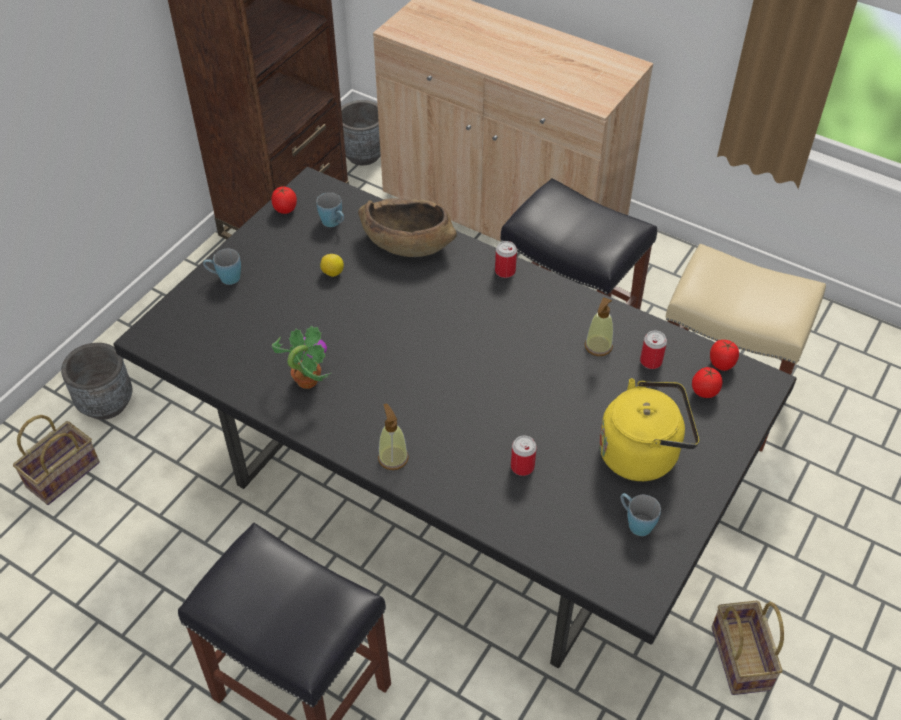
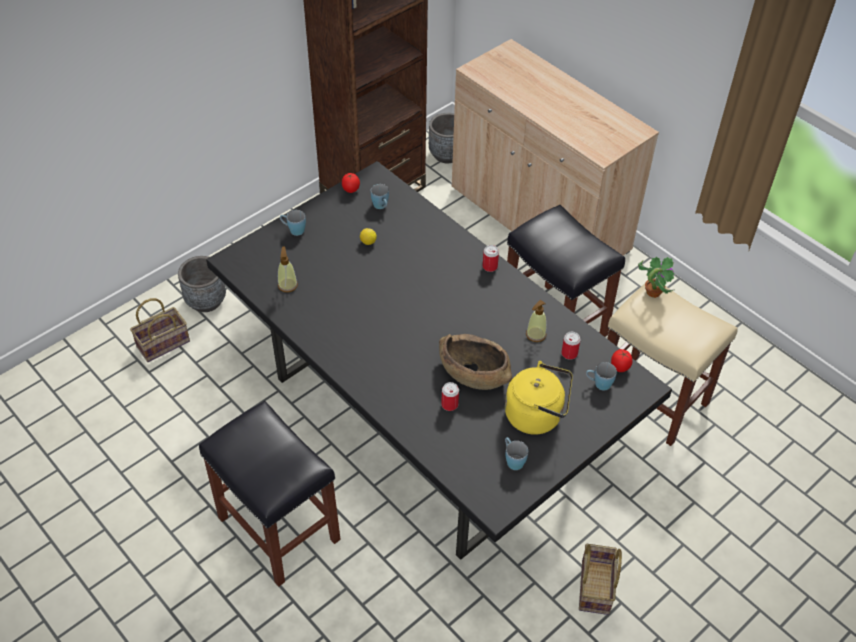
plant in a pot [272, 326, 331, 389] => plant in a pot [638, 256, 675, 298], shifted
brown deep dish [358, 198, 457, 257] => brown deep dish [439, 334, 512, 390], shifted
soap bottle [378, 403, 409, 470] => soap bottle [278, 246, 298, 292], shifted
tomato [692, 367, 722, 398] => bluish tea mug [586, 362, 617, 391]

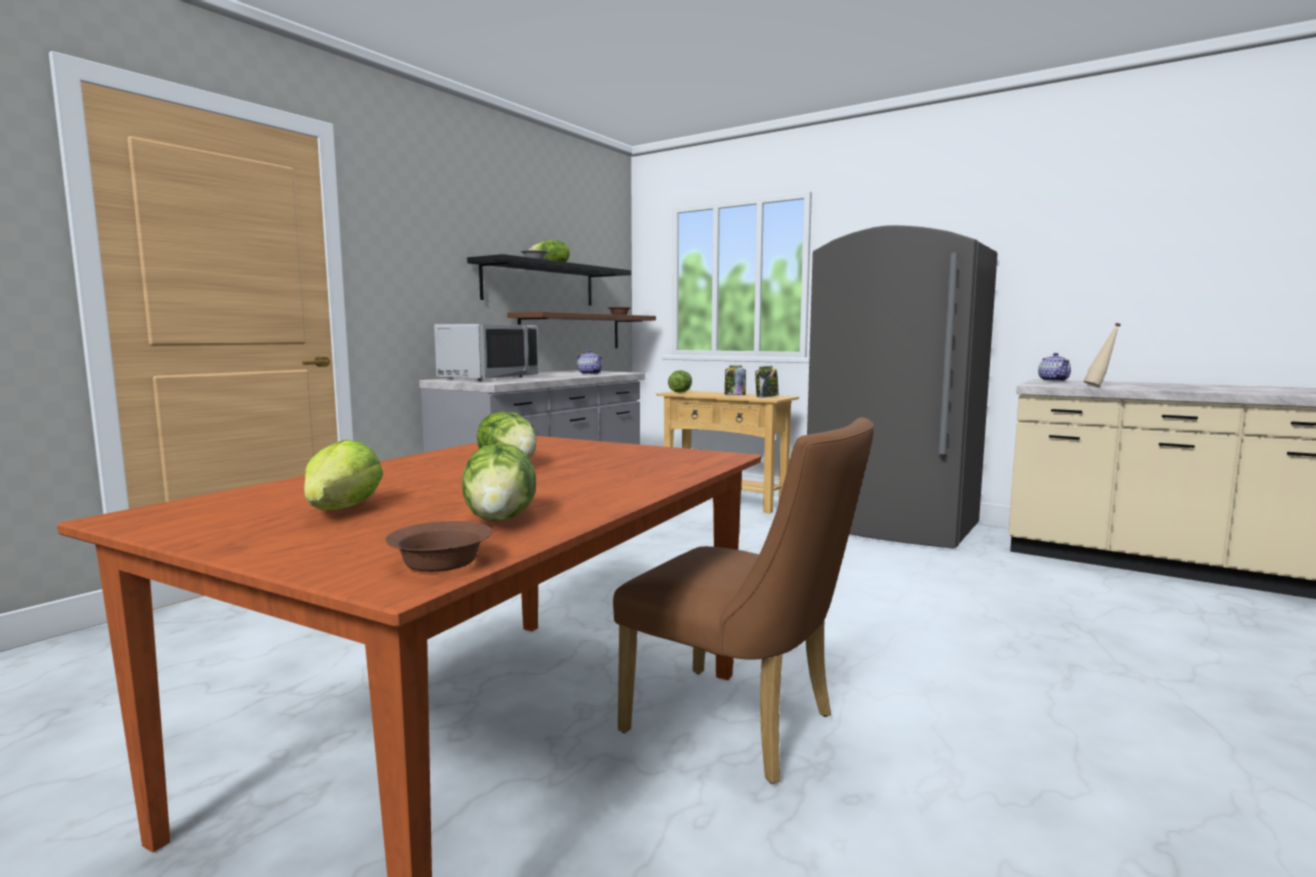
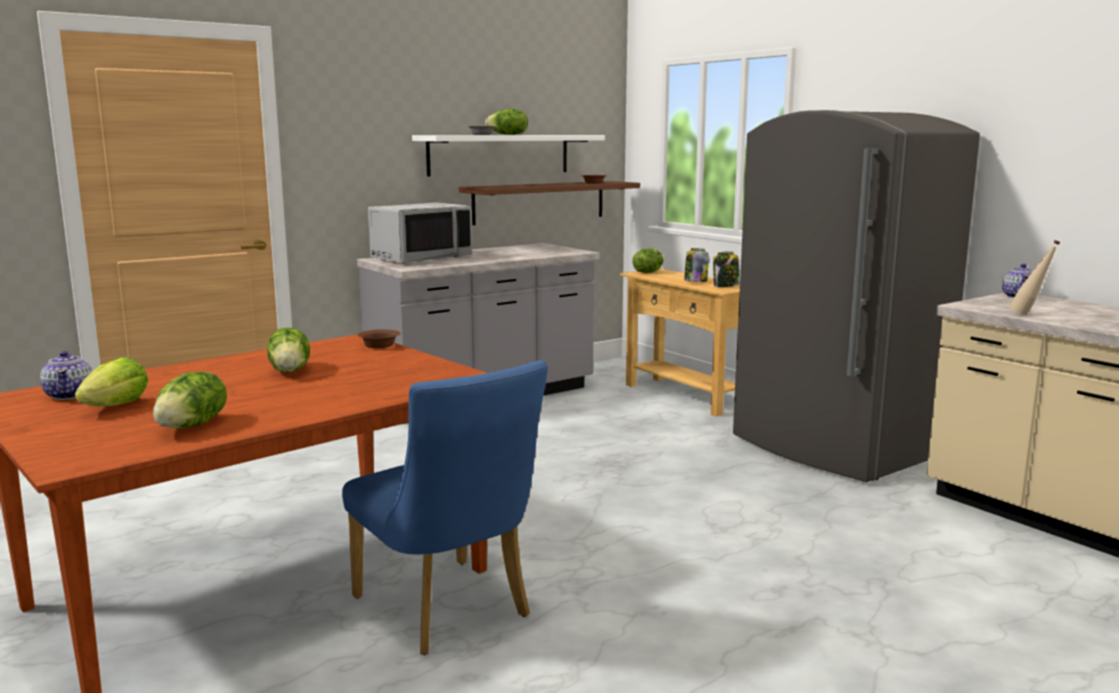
brown deep dish [385, 521, 492, 572] => brown deep dish [358, 329, 400, 348], shifted
tea pot [577, 350, 603, 375] => tea pot [40, 351, 93, 400], shifted
black shelf [467, 254, 631, 306] => whitish shelf [412, 135, 605, 176]
brown chair [613, 417, 874, 784] => bluish chair [342, 360, 548, 655]

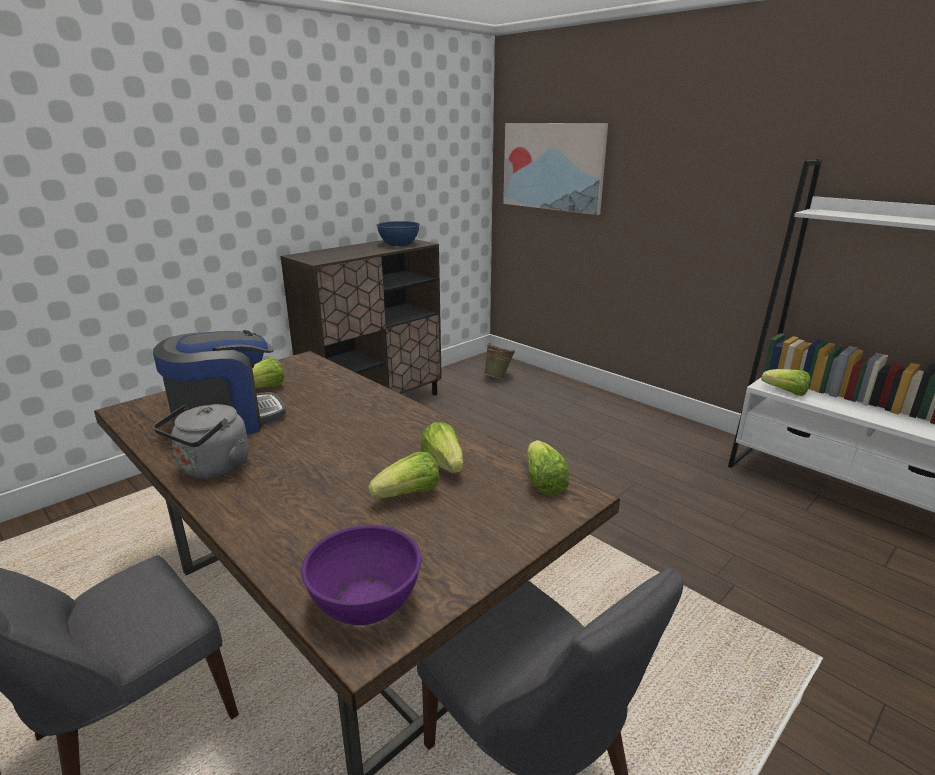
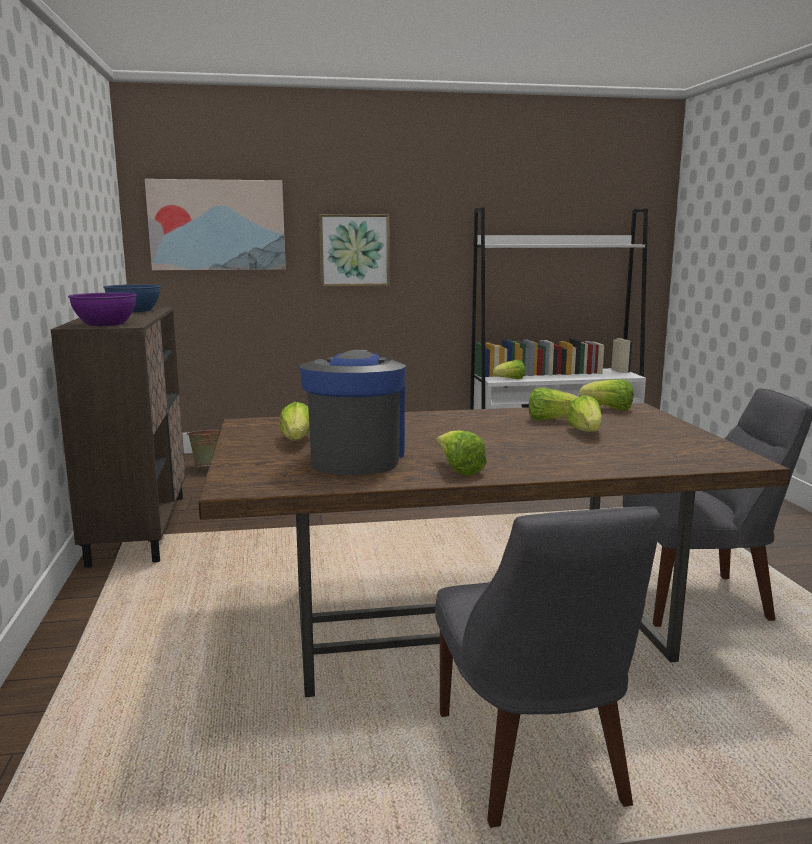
nothing => wall picture [319, 214, 390, 287]
purplish deep dish [301, 525, 421, 625] => purplish deep dish [68, 293, 137, 326], shifted
grey water kettle [153, 404, 249, 479] => head of lettuce [436, 430, 487, 475]

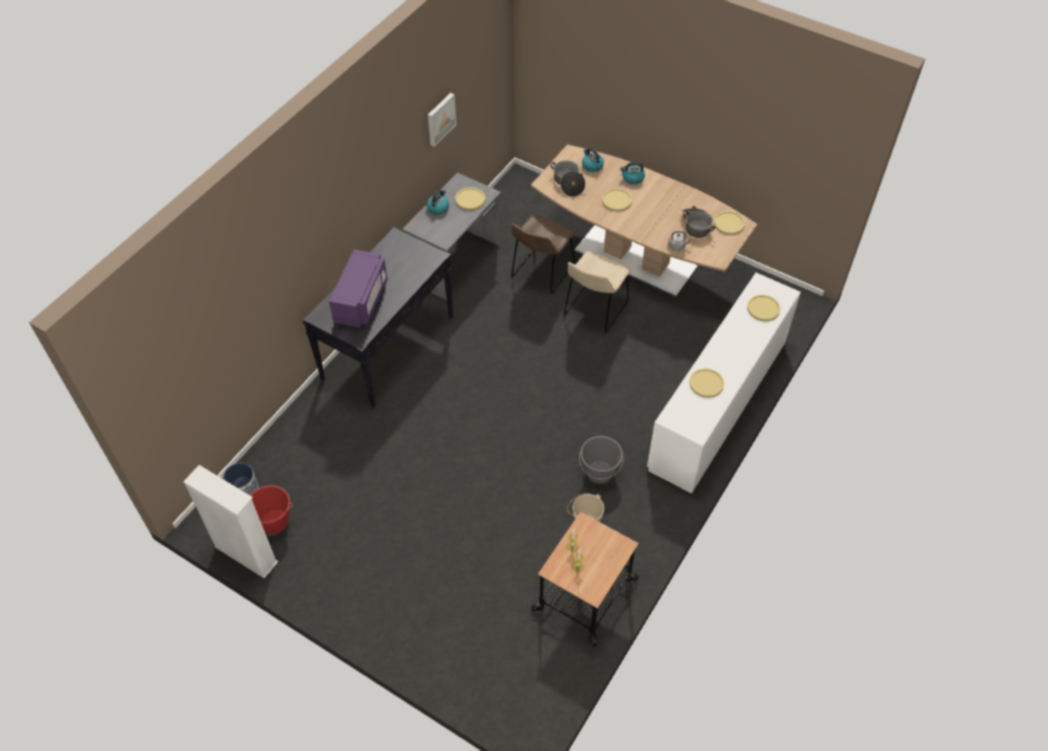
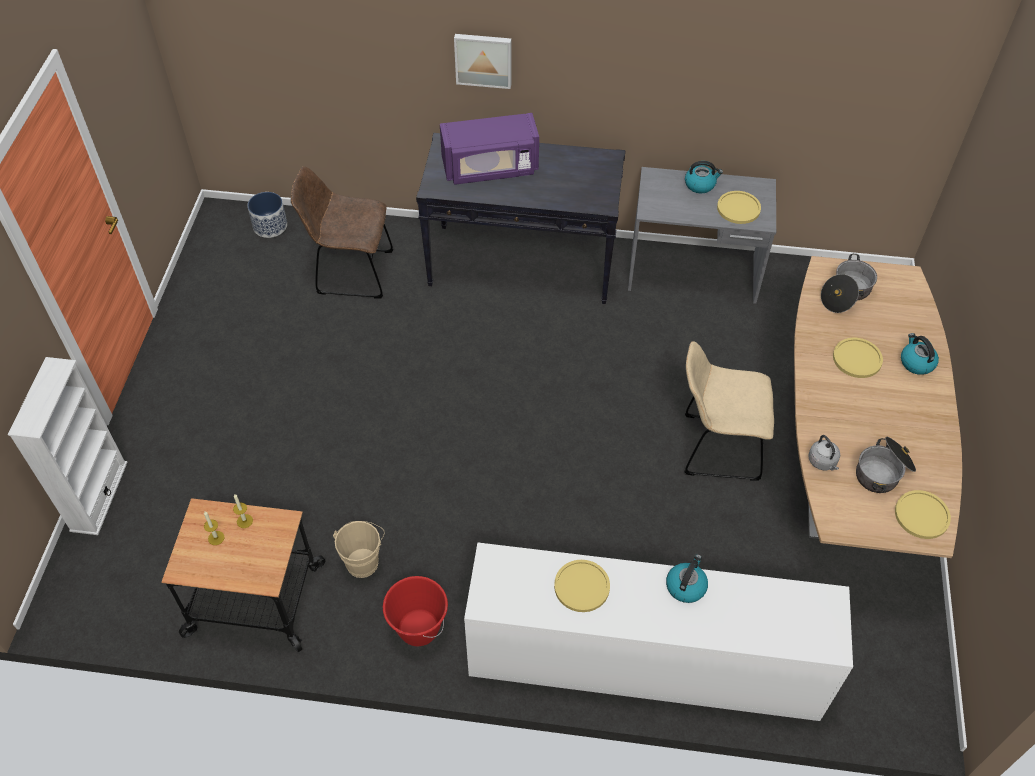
grey bucket [579, 436, 624, 483] => nothing
yellow-coloured dinner plate [747, 295, 780, 321] => nothing
whitish bookcase [183, 465, 278, 578] => whitish bookcase [8, 357, 128, 535], shifted
reddish bucket [250, 485, 293, 534] => reddish bucket [383, 576, 448, 646], shifted
wall picture [428, 93, 456, 147] => wall picture [454, 34, 511, 89], shifted
brown chair [511, 214, 576, 294] => brown chair [291, 166, 393, 299], shifted
water kettle [582, 148, 604, 172] => water kettle [666, 554, 708, 603], shifted

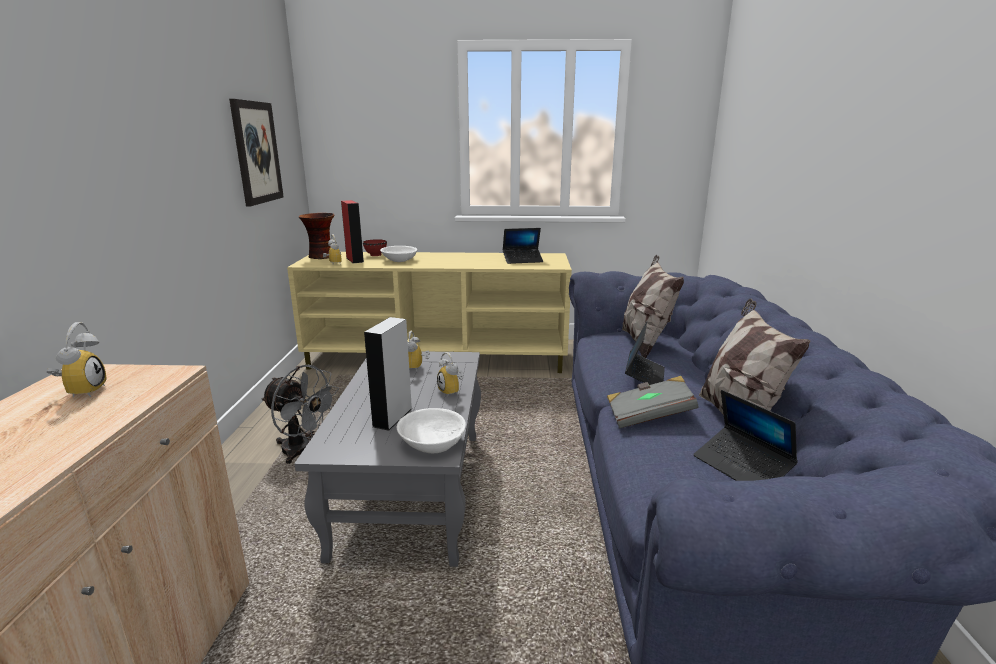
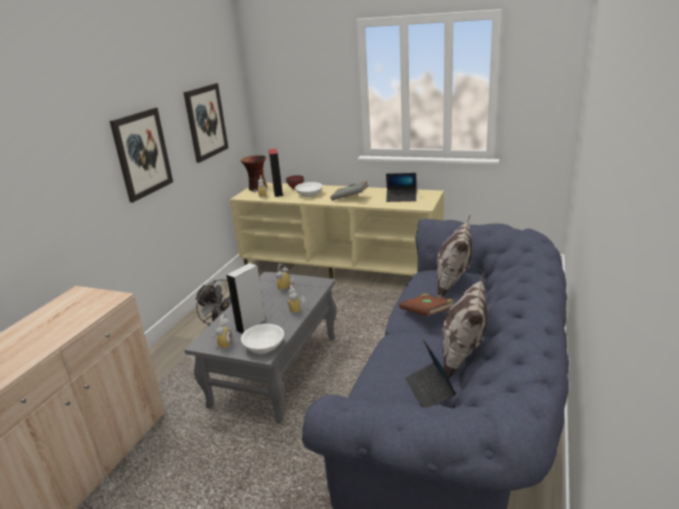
nothing => wall picture [110, 107, 173, 203]
bedside clock [46, 322, 107, 397] => bedside clock [211, 314, 233, 349], shifted
grey bound book [607, 376, 699, 429] => grey bound book [330, 181, 369, 201], shifted
laptop [625, 321, 665, 385] => brown bound book [399, 293, 454, 316]

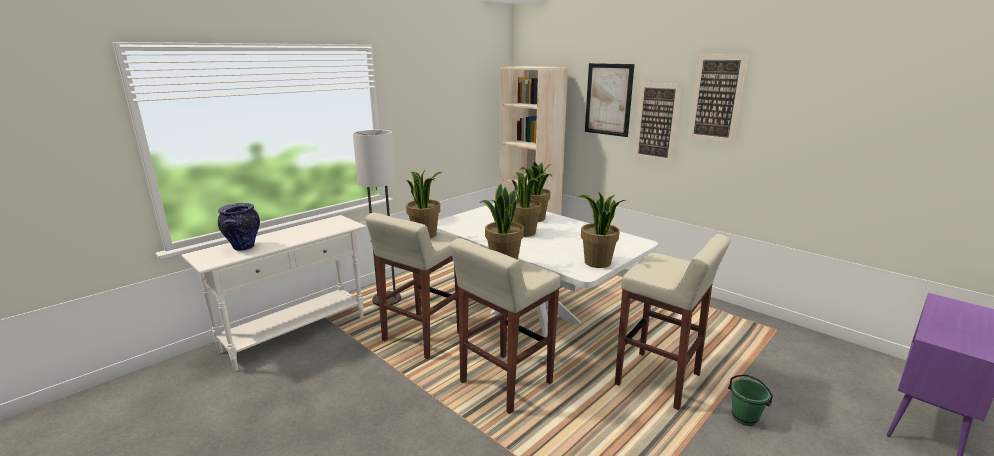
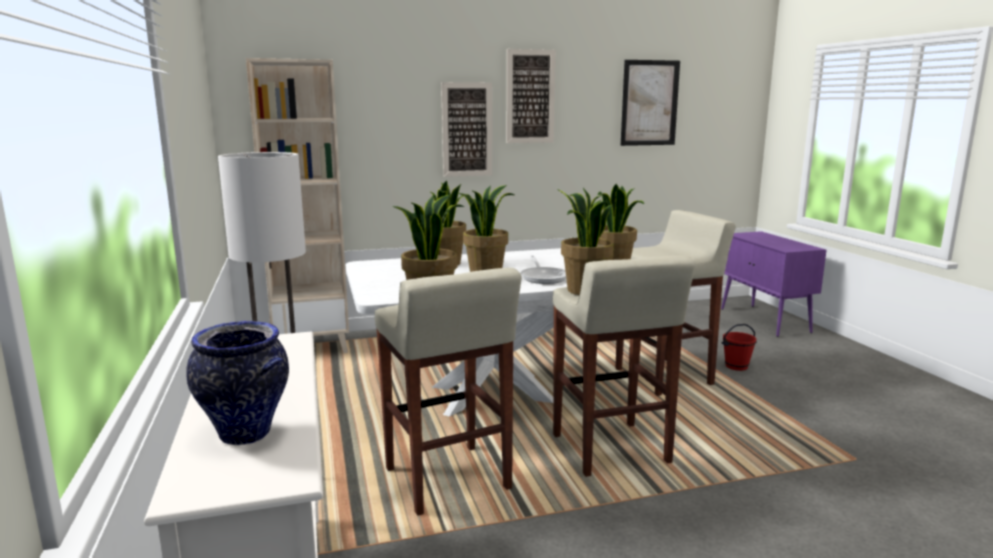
nothing => pan [521, 255, 566, 284]
wall picture [585, 63, 635, 137] => wall picture [621, 60, 680, 146], shifted
green-coloured bucket [728, 375, 773, 426] => reddish bucket [722, 324, 757, 371]

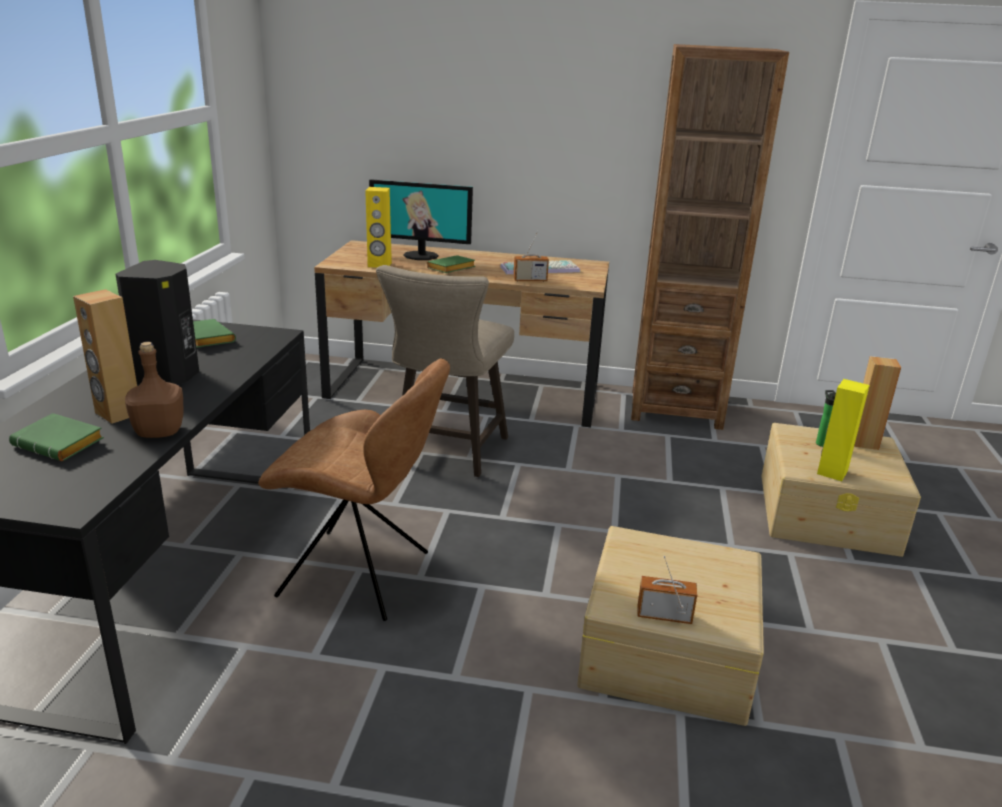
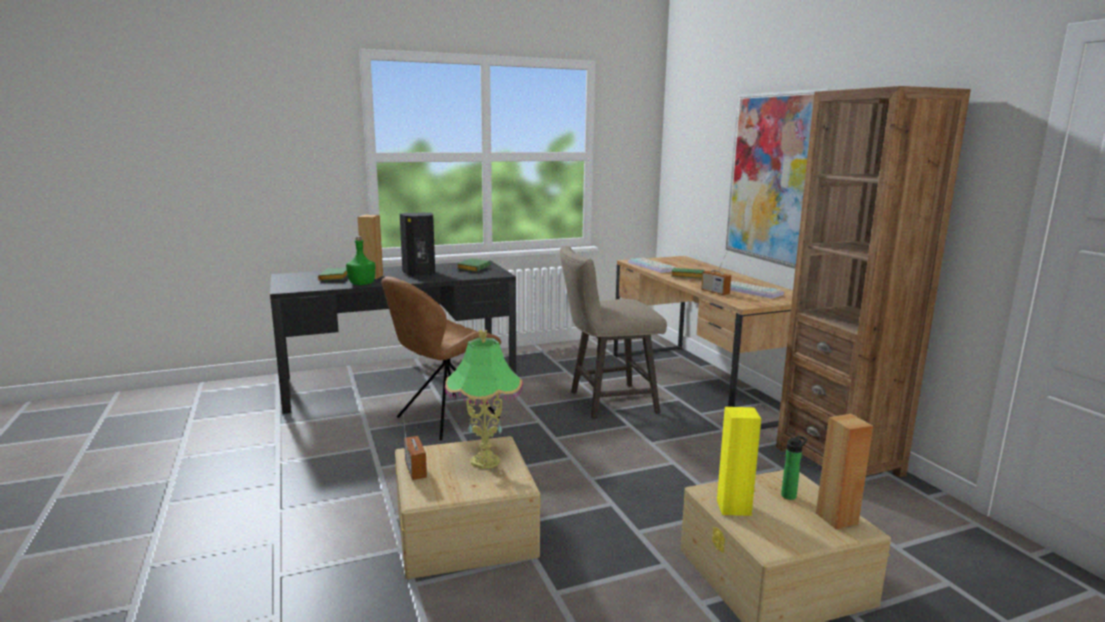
computer display [369, 179, 473, 260] => nothing
nothing => table lamp [445, 330, 523, 469]
nothing => wall picture [726, 88, 832, 269]
yellow-coloured speaker [365, 187, 392, 268] => computer keyboard [628, 258, 675, 273]
brown drink bottle [125, 342, 184, 438] => green-coloured drink bottle [346, 236, 375, 285]
brown chair [258, 358, 450, 621] => brown chair [381, 276, 501, 441], 60 degrees clockwise

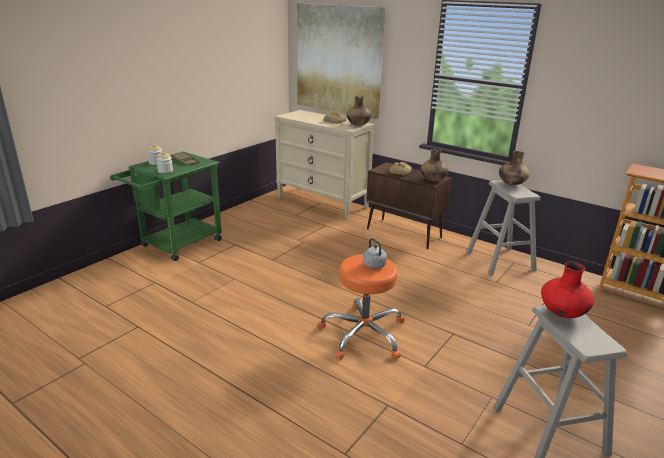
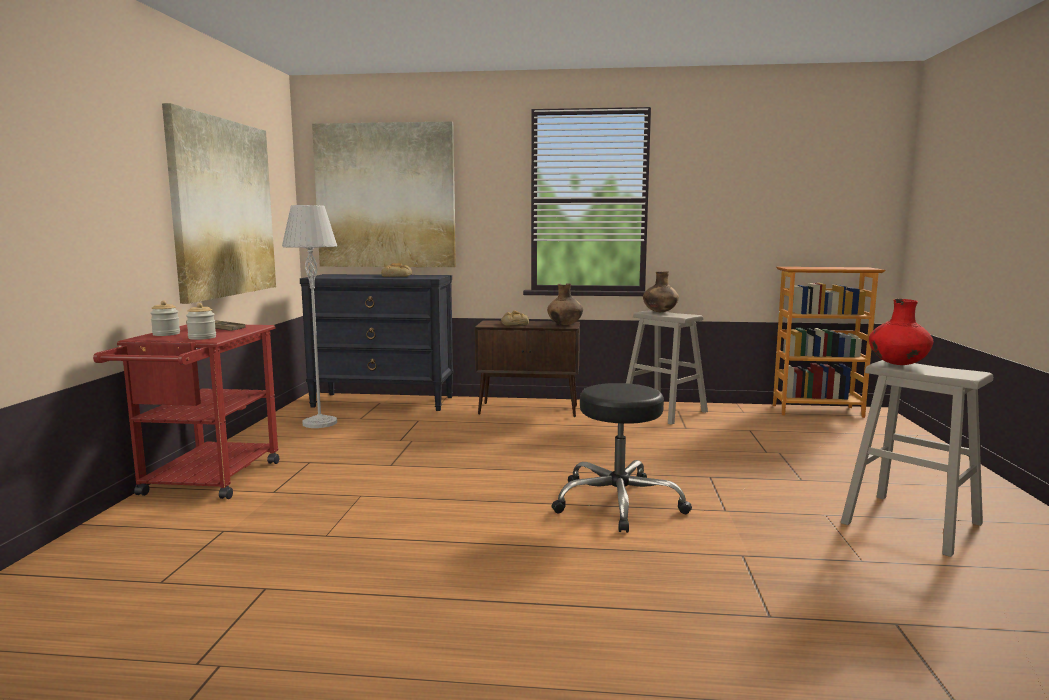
brown flower vase [347, 96, 371, 126] => nothing
grey water kettle [363, 238, 387, 269] => nothing
nothing => wall picture [162, 103, 276, 304]
nothing => grey floor lamp [282, 205, 337, 428]
green-coloured cart [110, 152, 222, 261] => reddish cart [93, 325, 279, 499]
beige-coloured drawer chest [274, 110, 375, 220] => black drawer chest [300, 274, 454, 411]
orange stool seat [317, 254, 405, 360] => black stool seat [552, 383, 692, 533]

